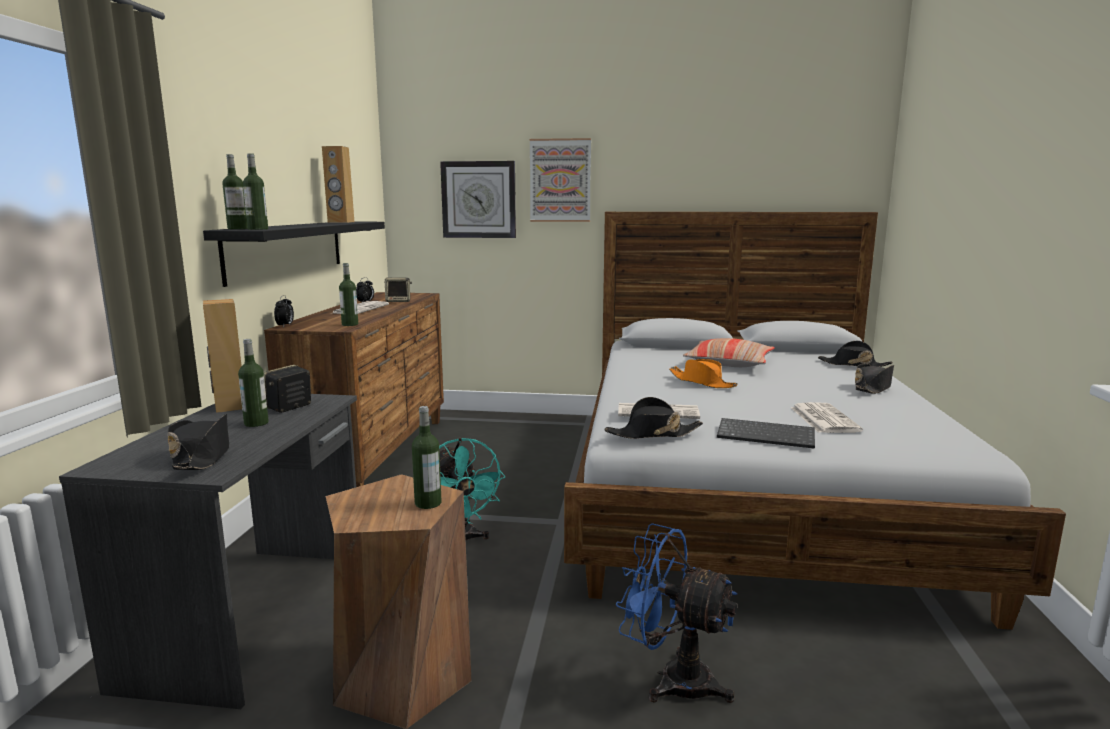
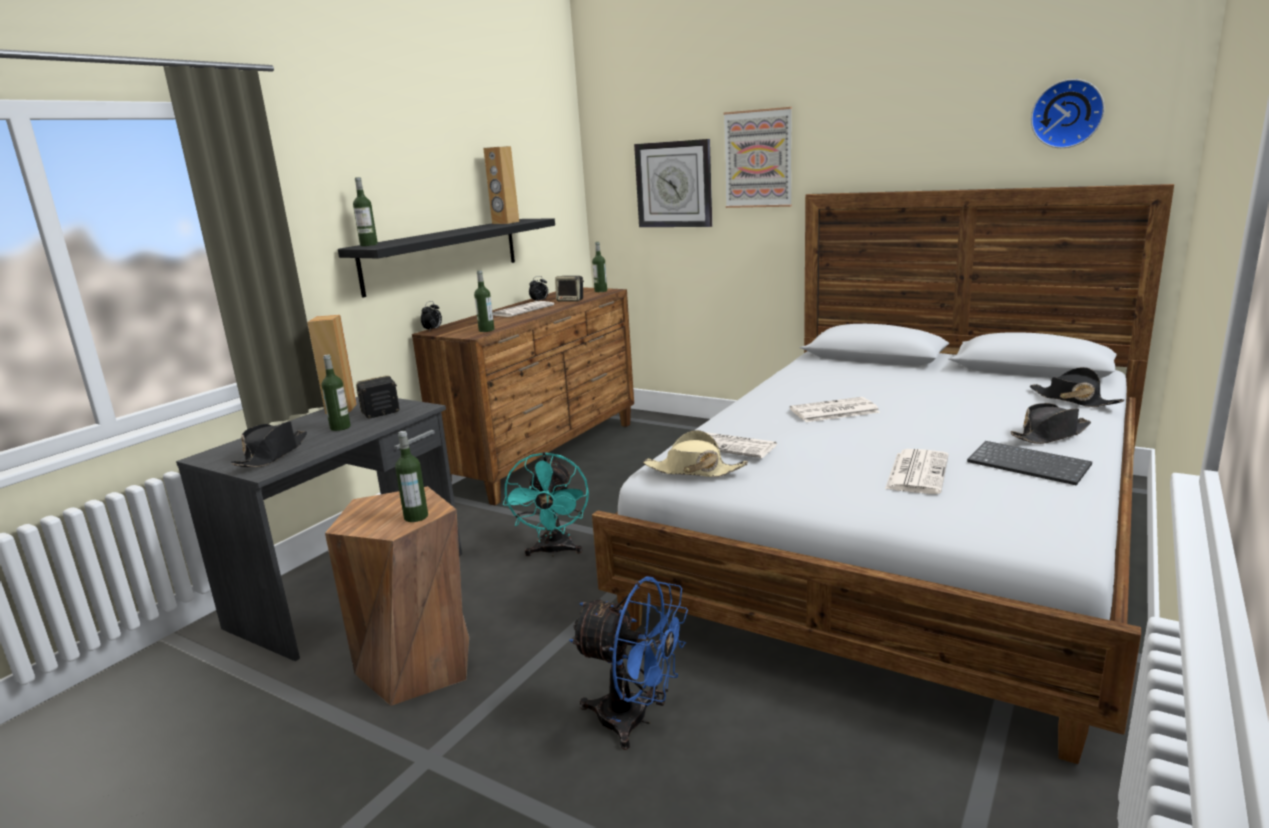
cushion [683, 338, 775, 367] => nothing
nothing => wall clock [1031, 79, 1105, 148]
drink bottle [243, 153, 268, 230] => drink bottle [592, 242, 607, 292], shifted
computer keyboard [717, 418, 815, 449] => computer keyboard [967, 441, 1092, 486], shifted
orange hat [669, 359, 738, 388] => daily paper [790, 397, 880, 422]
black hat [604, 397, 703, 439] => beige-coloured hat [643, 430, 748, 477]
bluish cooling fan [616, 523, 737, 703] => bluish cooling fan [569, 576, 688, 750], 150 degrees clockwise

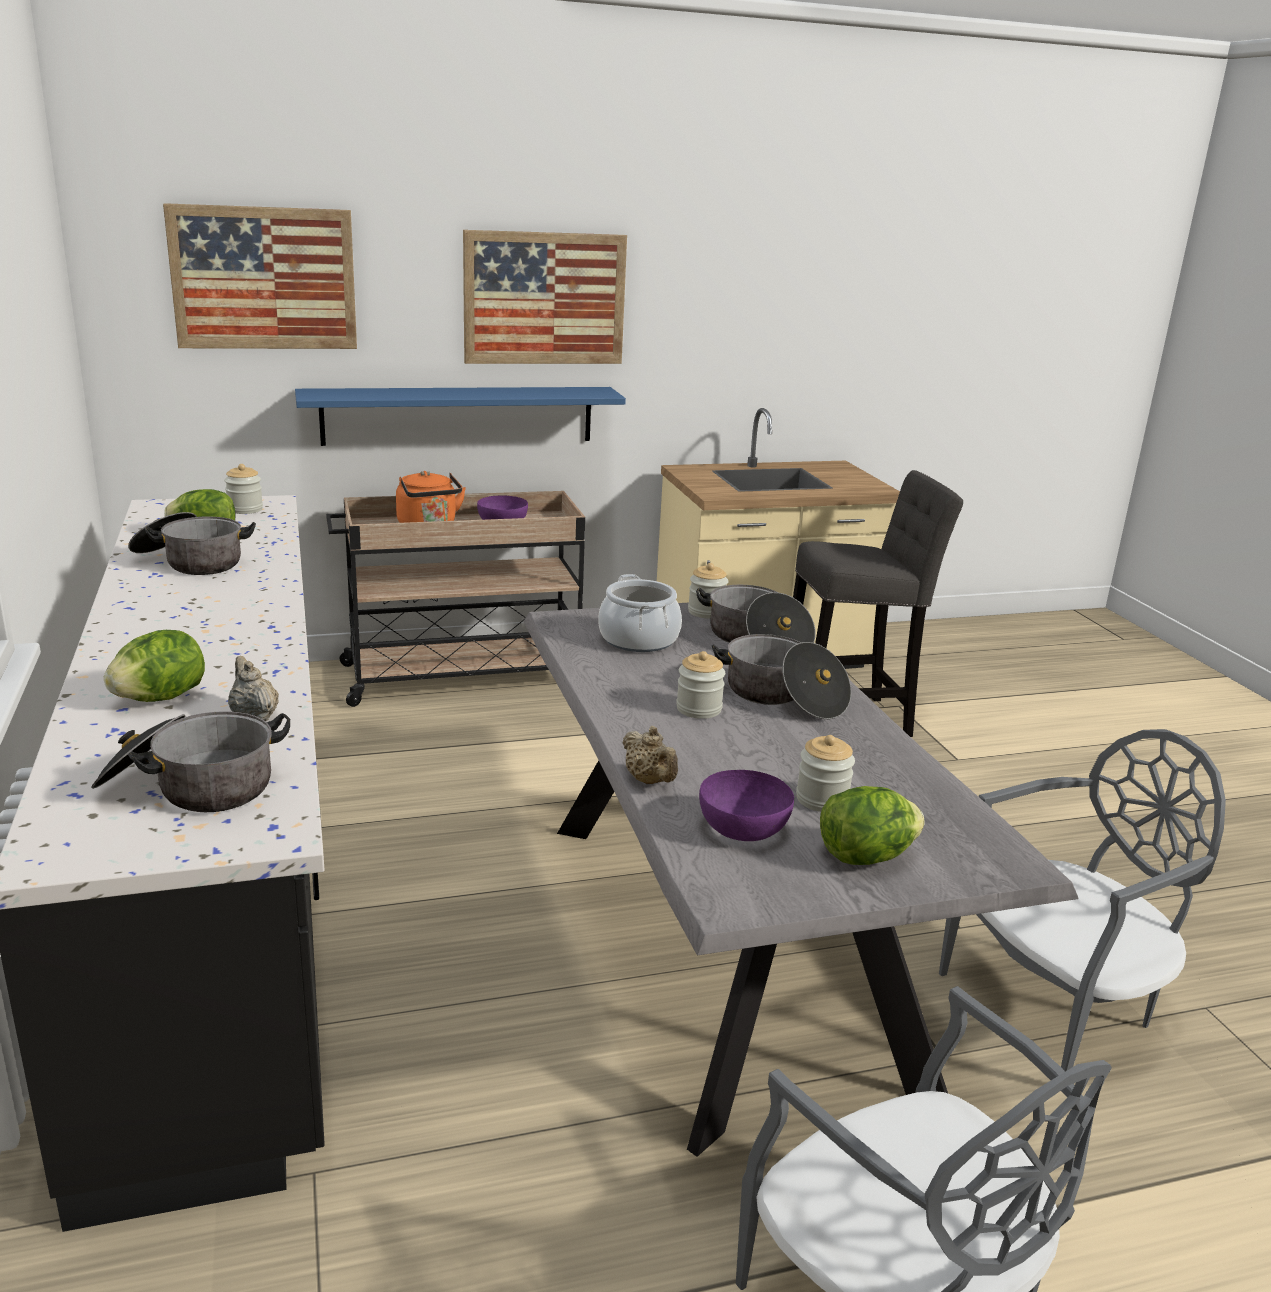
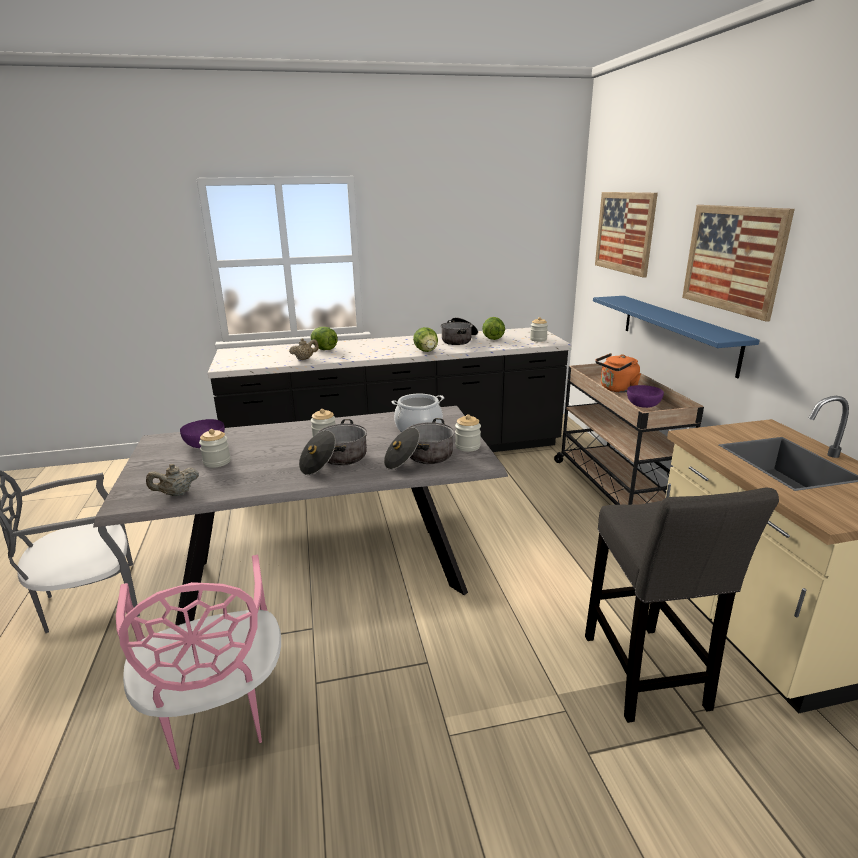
cooking pot [91, 711, 290, 812] => nothing
beige-coloured tea pot [622, 726, 678, 784] => beige-coloured tea pot [146, 464, 199, 496], shifted
head of lettuce [820, 786, 925, 865] => head of lettuce [413, 327, 438, 352], shifted
grey chair [939, 729, 1226, 1072] => pink-coloured chair [116, 555, 281, 770]

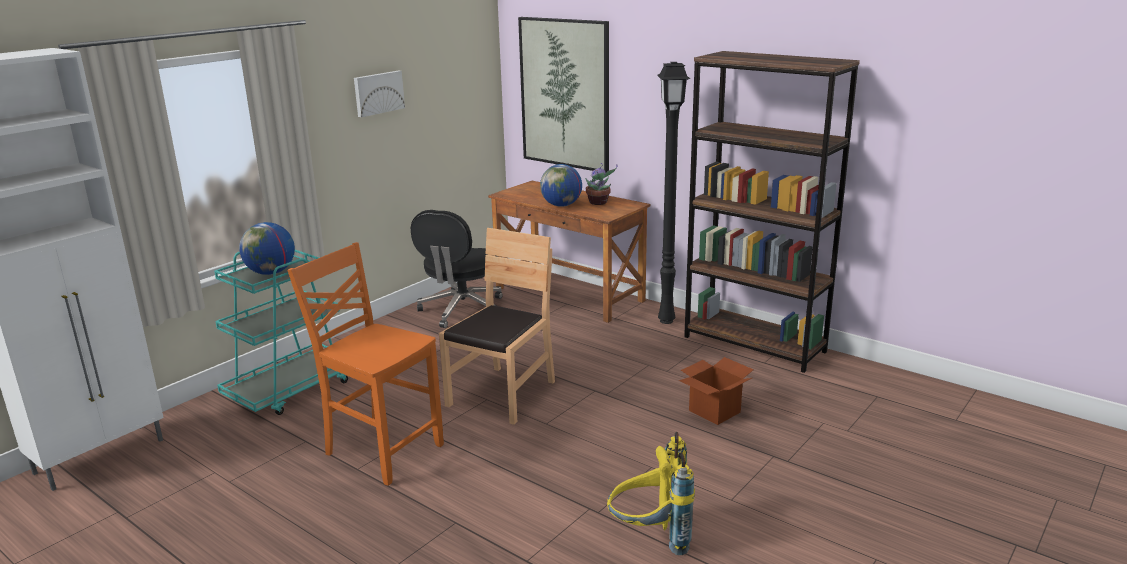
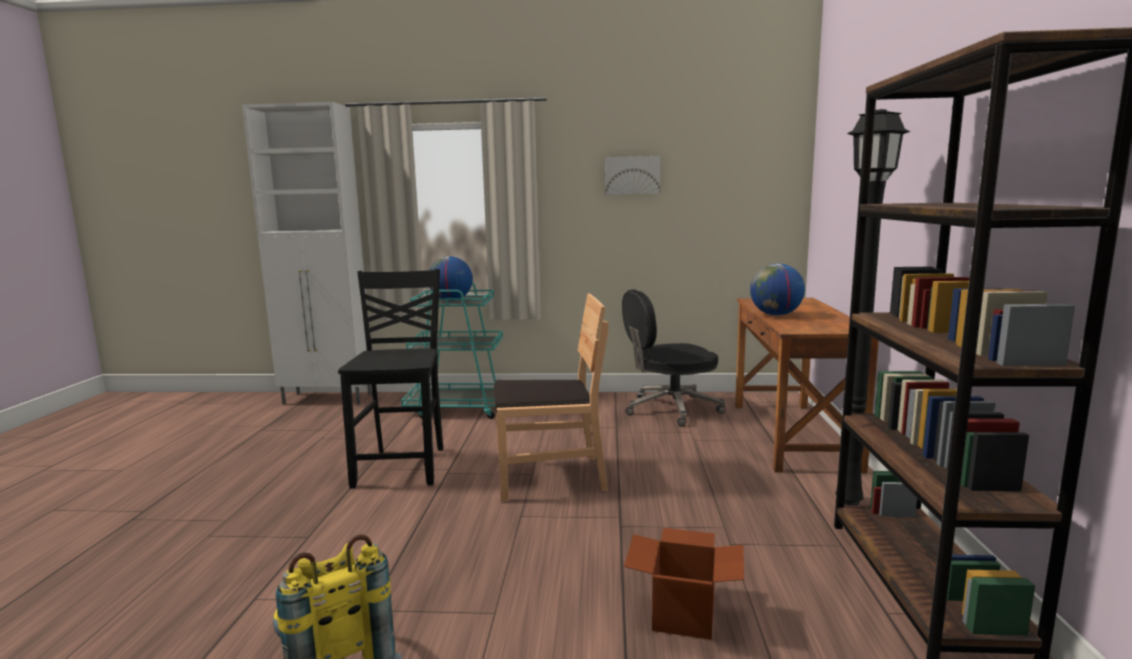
wall picture [518, 17, 609, 173] => nothing
plant in a pot [585, 163, 617, 205] => nothing
orange chair [287, 242, 444, 486] => black chair [338, 269, 443, 488]

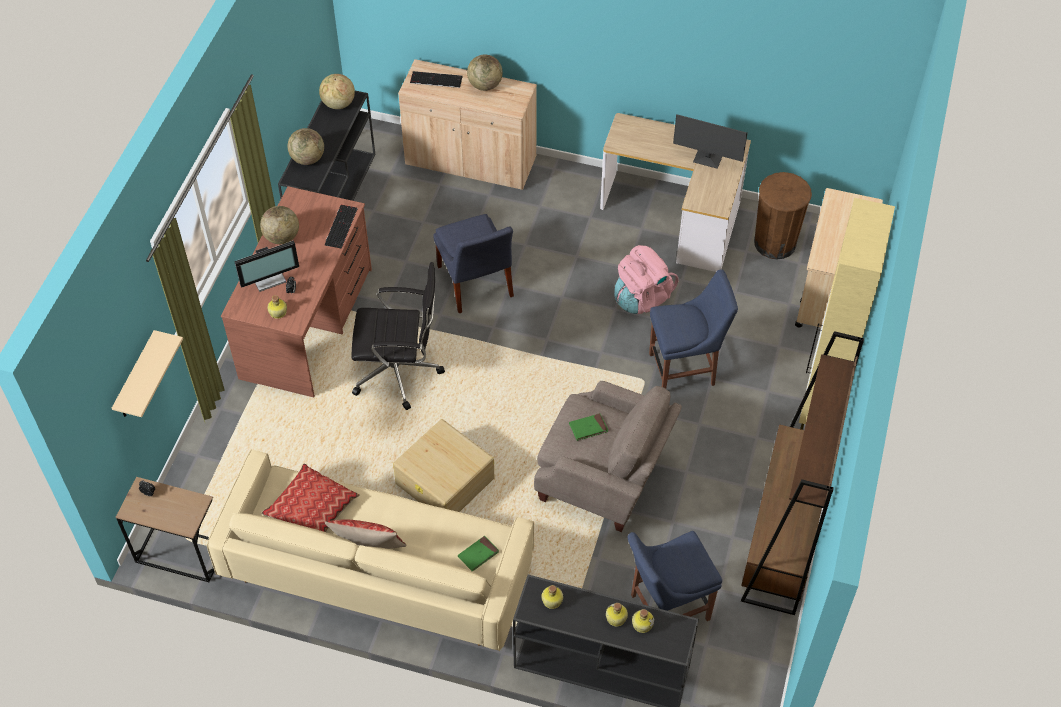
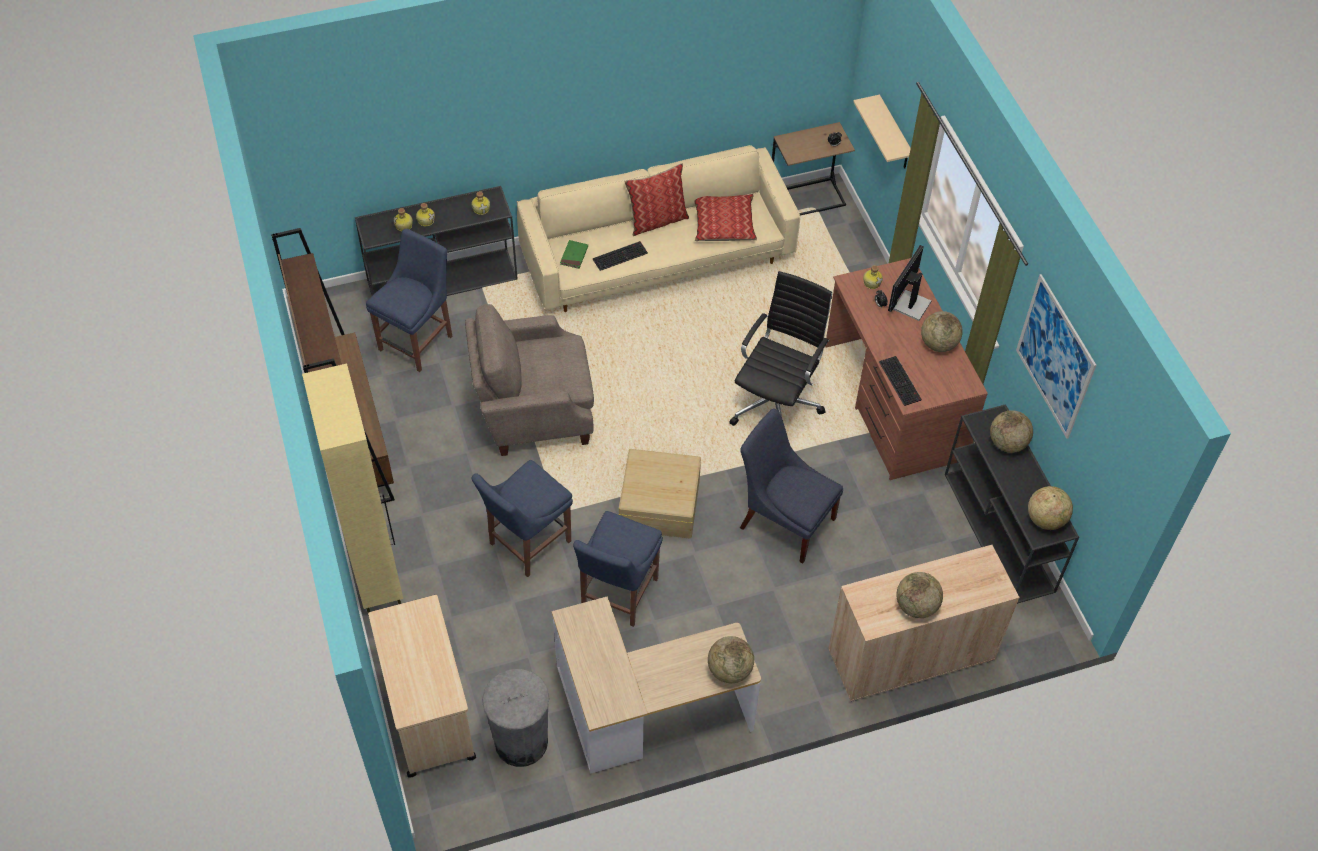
green-coloured bound book [569, 413, 608, 441] => nothing
computer display [673, 114, 748, 169] => nothing
nothing => desk globe [708, 636, 754, 683]
nothing => wall picture [1016, 274, 1096, 439]
beige-coloured storage bin [393, 419, 495, 512] => beige-coloured storage bin [619, 449, 701, 538], shifted
computer keyboard [410, 71, 463, 88] => computer keyboard [593, 241, 648, 271], shifted
pink-coloured rucksack [614, 245, 678, 314] => bluish chair [573, 511, 663, 627]
brown trash can [754, 172, 812, 259] => grey trash can [482, 669, 549, 767]
black office chair [351, 262, 445, 410] => black office chair [729, 271, 832, 426], 150 degrees clockwise

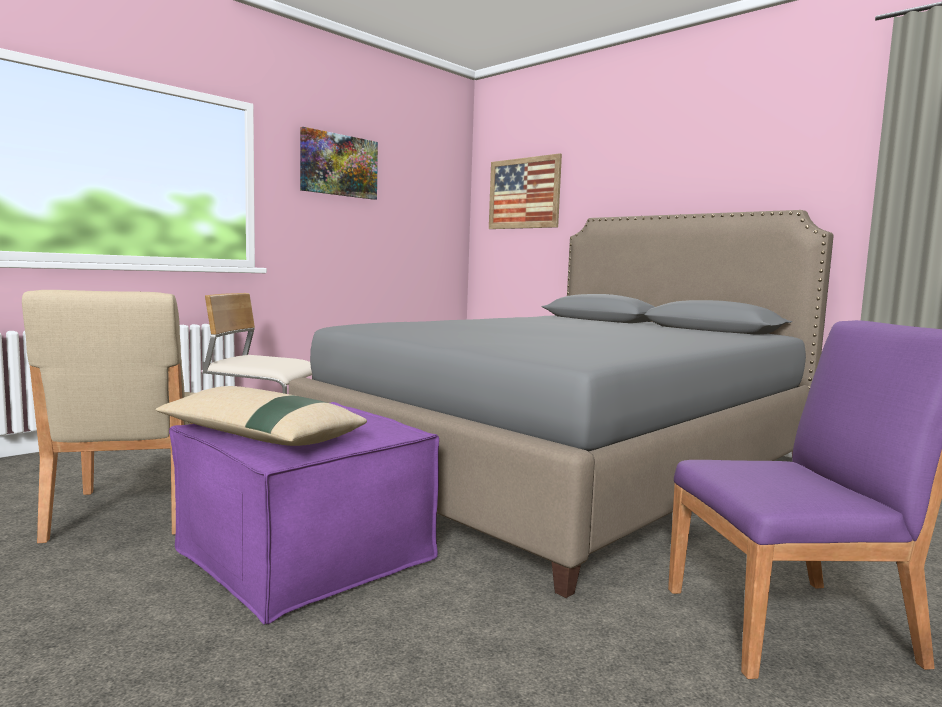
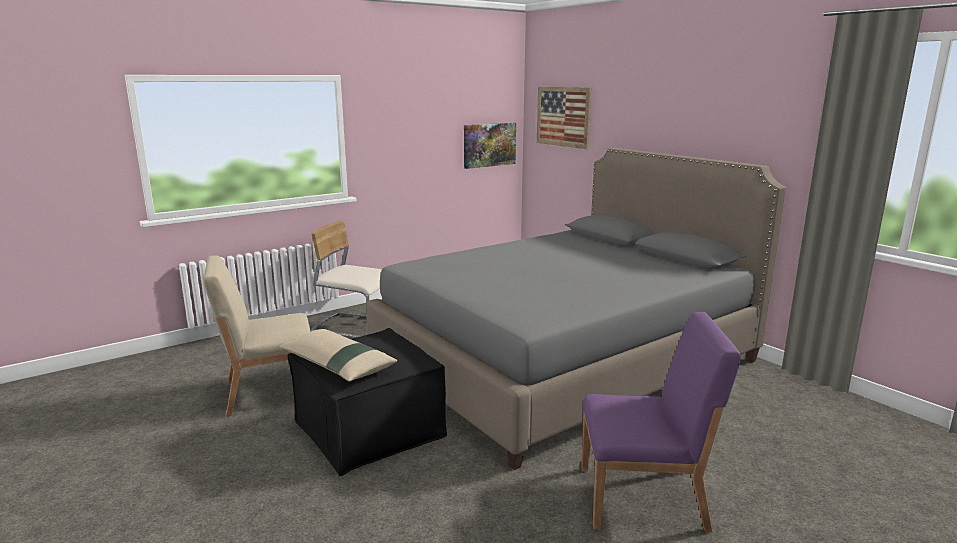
wall picture [300, 127, 378, 200] => wall picture [464, 123, 516, 169], shifted
purplish ottoman [169, 402, 439, 625] => black ottoman [288, 328, 447, 476]
beige-coloured chair [22, 290, 195, 543] => beige-coloured chair [204, 255, 311, 417], 75 degrees clockwise

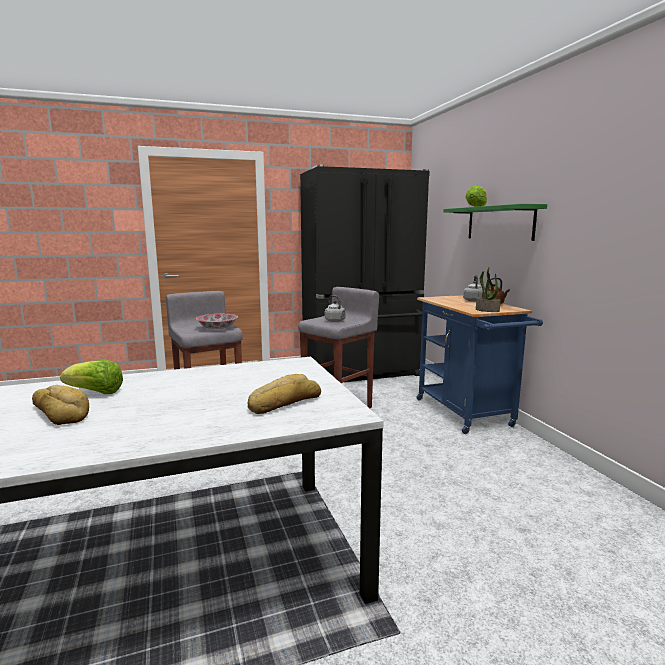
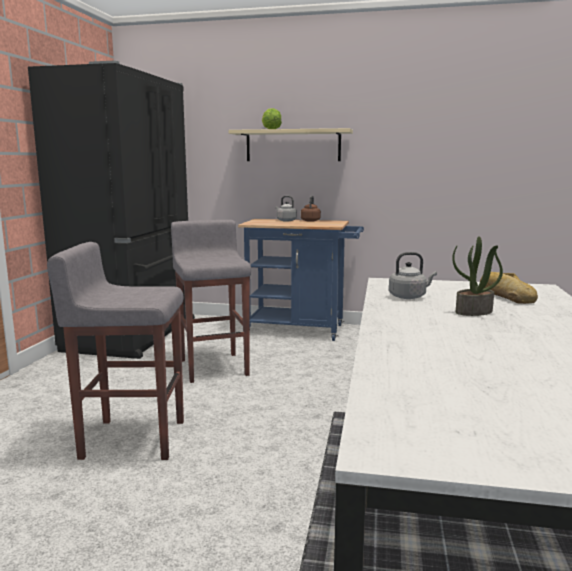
bread [32, 385, 89, 425] => nothing
head of lettuce [60, 360, 123, 394] => nothing
deep dish [196, 314, 238, 329] => nothing
grey water kettle [325, 295, 346, 322] => grey water kettle [389, 252, 437, 299], shifted
plant in a pot [476, 267, 501, 312] => plant in a pot [452, 236, 503, 316], shifted
green-coloured shelf [444, 204, 547, 241] => beige-coloured shelf [229, 128, 353, 161]

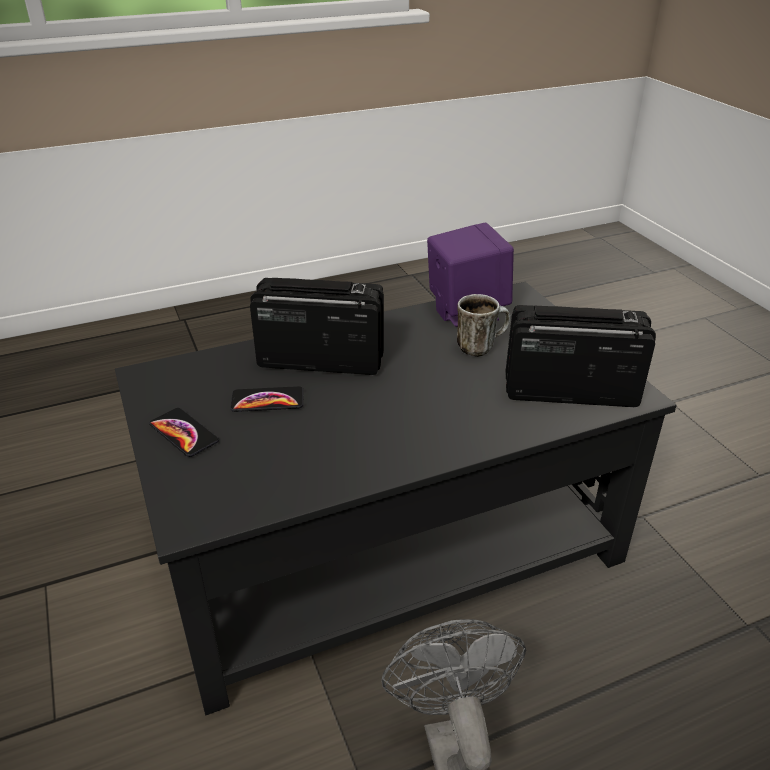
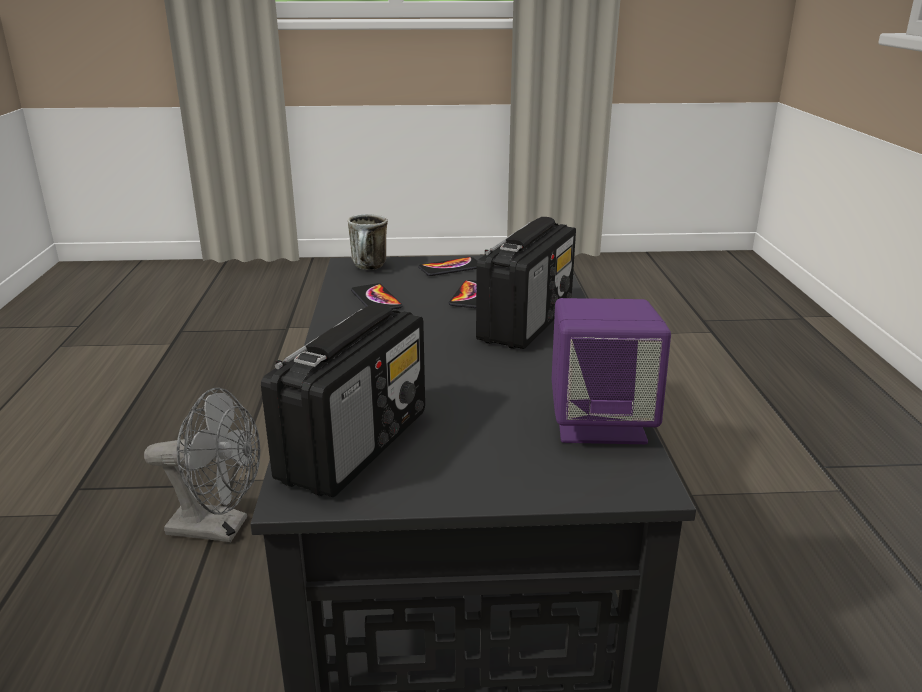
nothing => phone [351, 283, 403, 310]
tea mug [457, 294, 511, 357] => tea mug [348, 214, 388, 270], shifted

